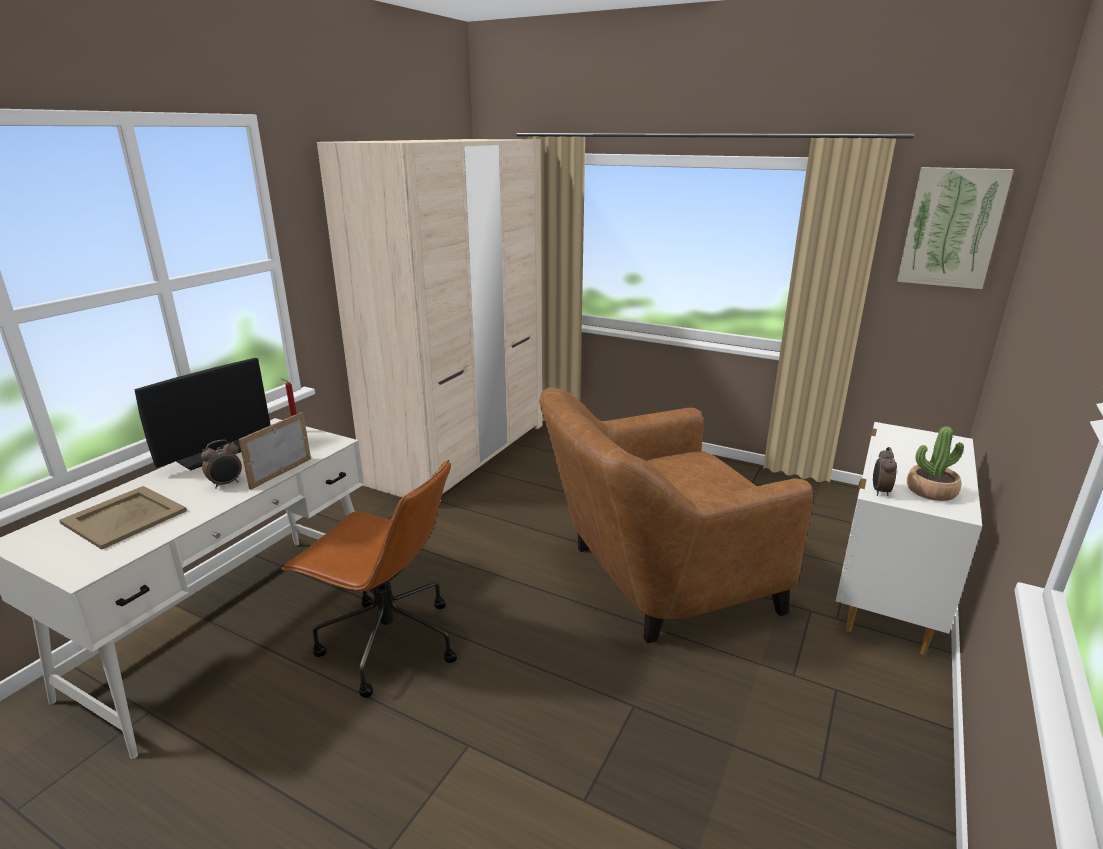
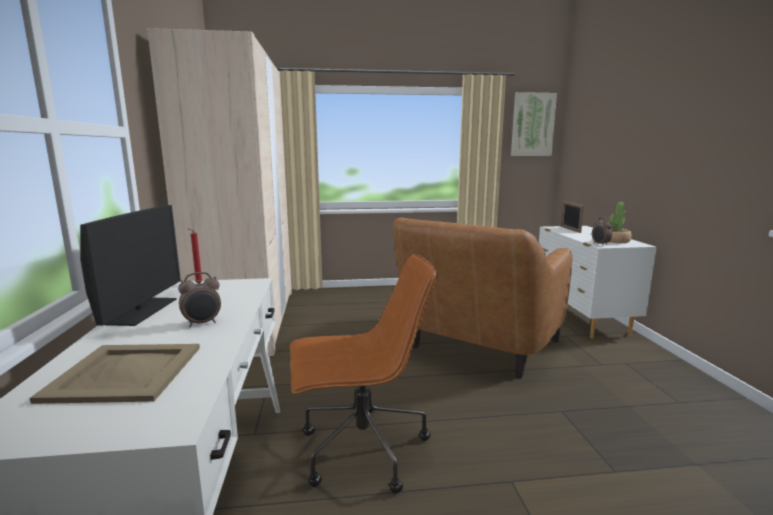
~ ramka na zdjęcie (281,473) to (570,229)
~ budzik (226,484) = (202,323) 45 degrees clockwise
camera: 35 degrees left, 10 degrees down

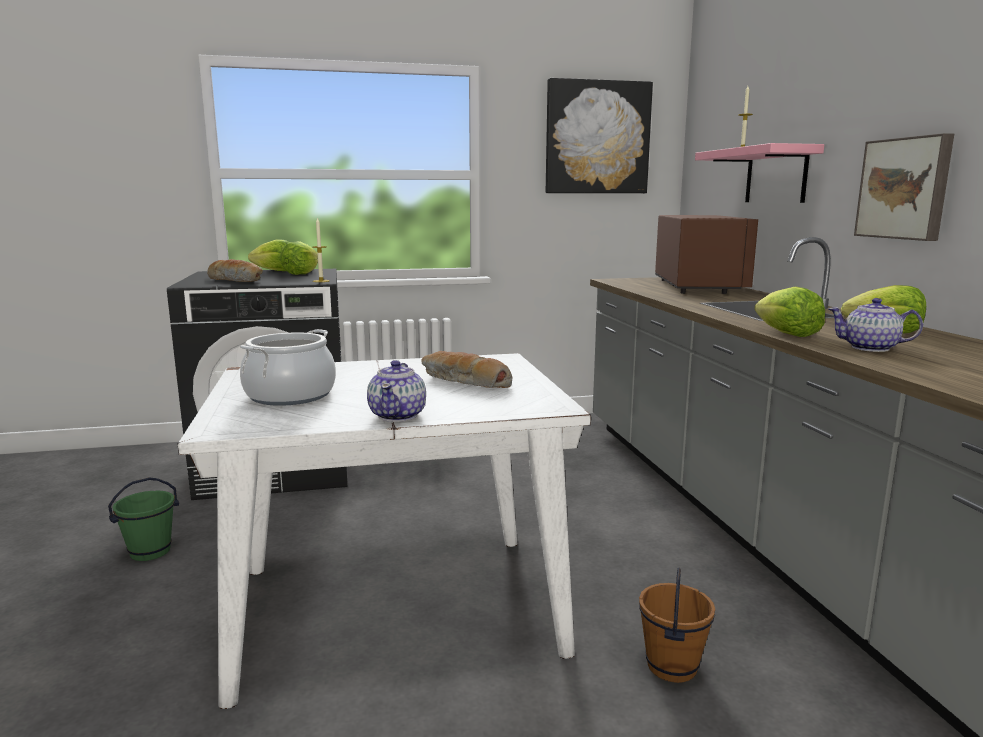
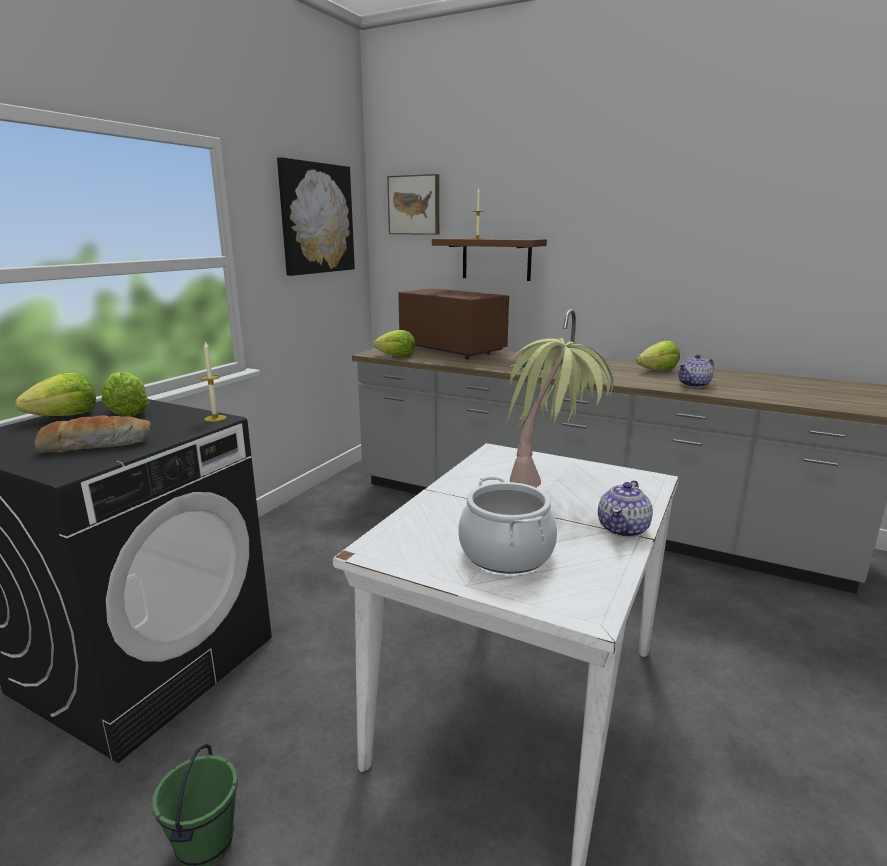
~ obraz (905,188) to (415,205)
~ półka (różowy) (776,176) to półka (brązowy) (496,259)
~ sałata (786,334) to (396,356)
~ chleb (464,382) to roślina doniczkowa (551,482)
~ imbryk (398,415) = (623,529) 75 degrees clockwise
- wiadro (brązowy) (673,667)
camera: 50 degrees left, 5 degrees up

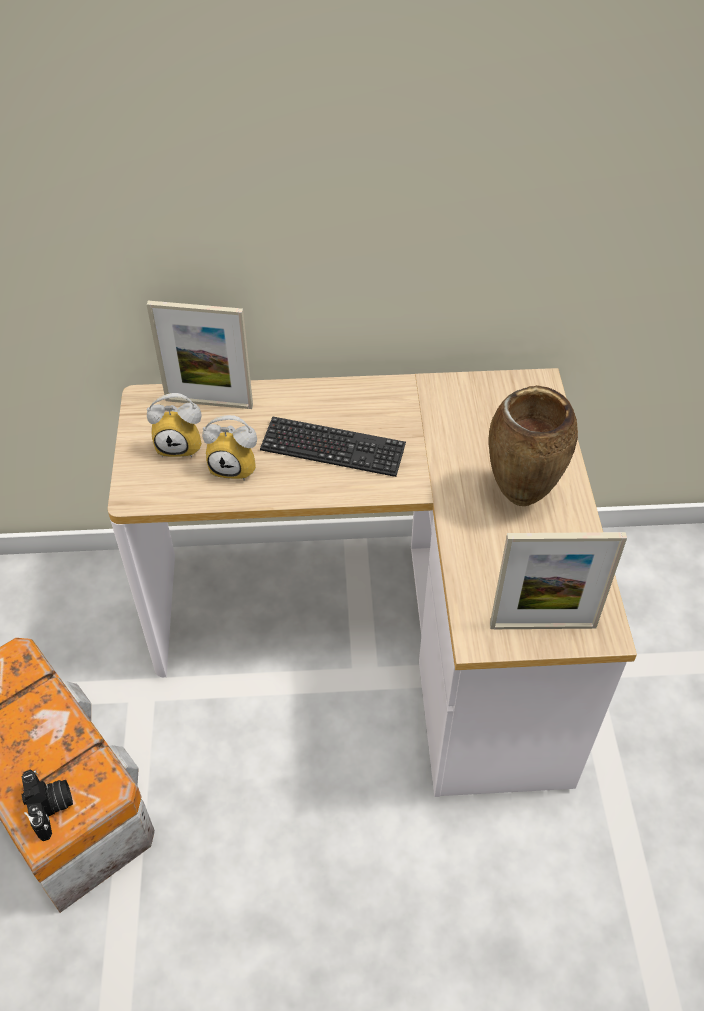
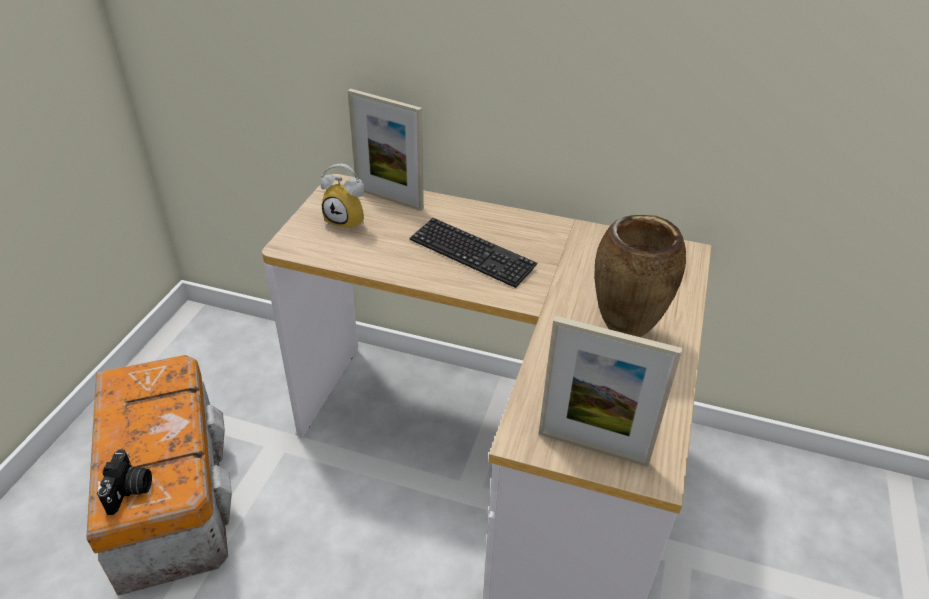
- budzik (236,466)
camera: 20 degrees right, 10 degrees down

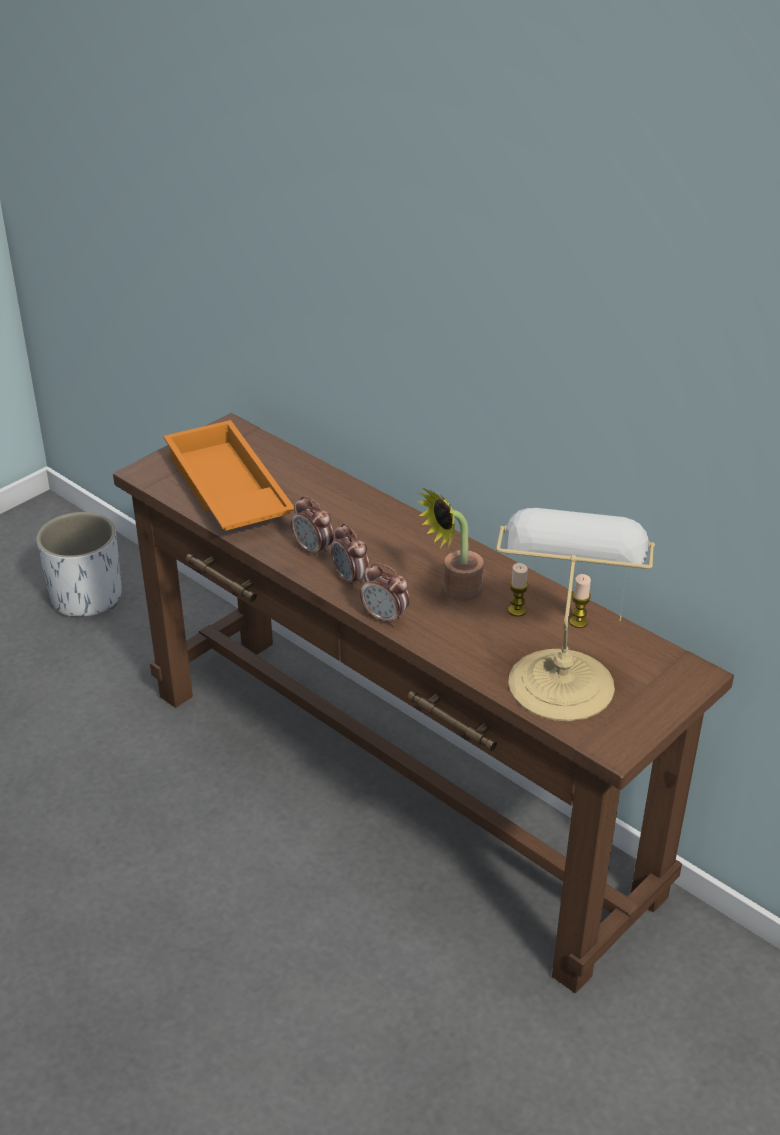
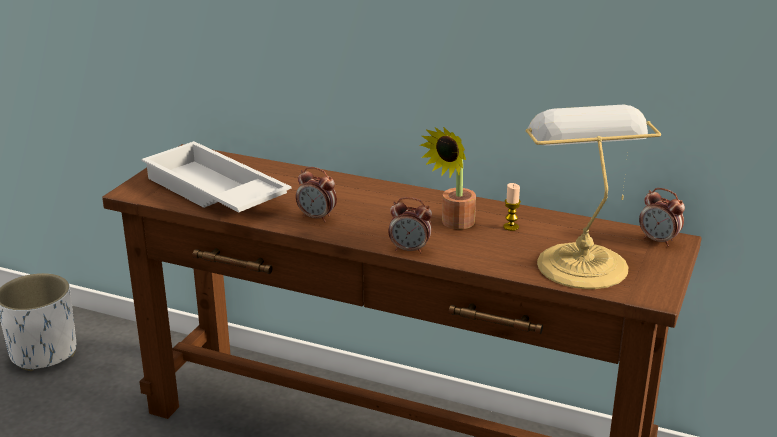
~ taca (pomarańczowy) (225,490) to taca (biały) (212,192)
~ budzik (350,579) to (658,241)
- świeca (578,622)
camera: 20 degrees left, 10 degrees down

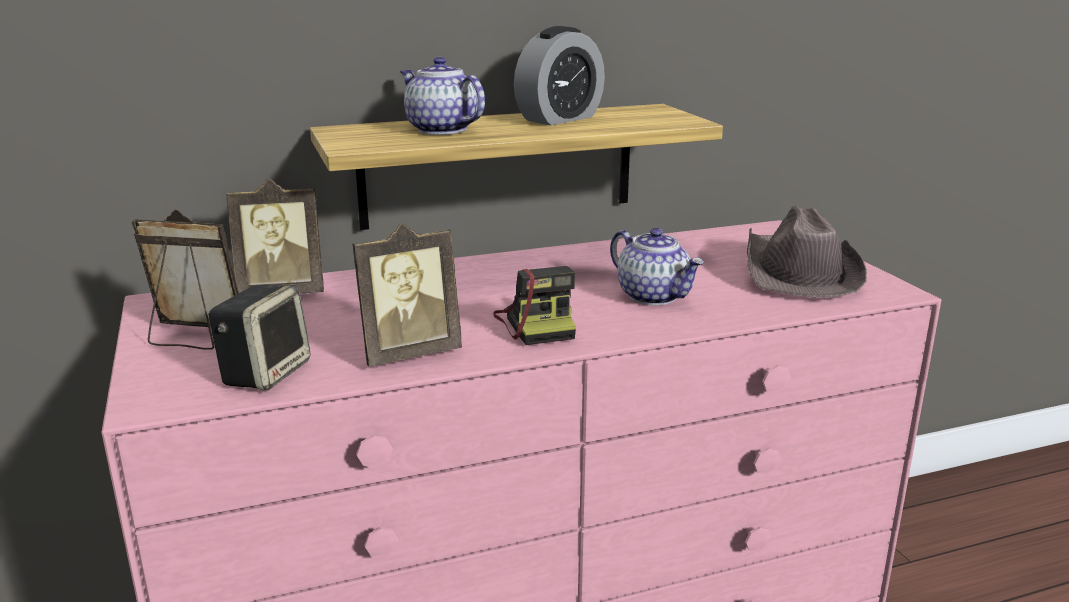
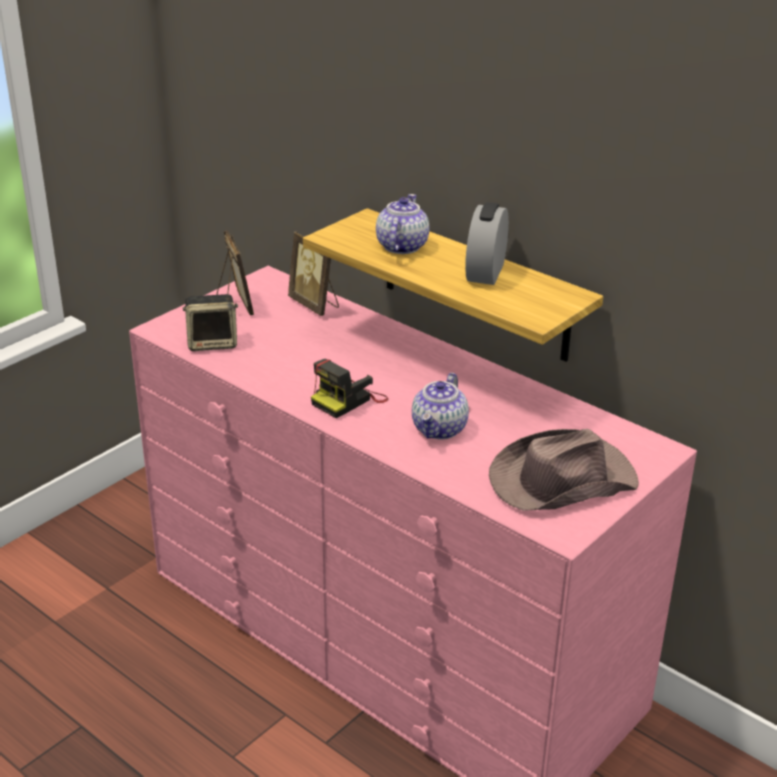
~ budzik (559,119) = (485,272) 90 degrees clockwise
- ramka na zdjęcie (408,353)
camera: 60 degrees right, 10 degrees up

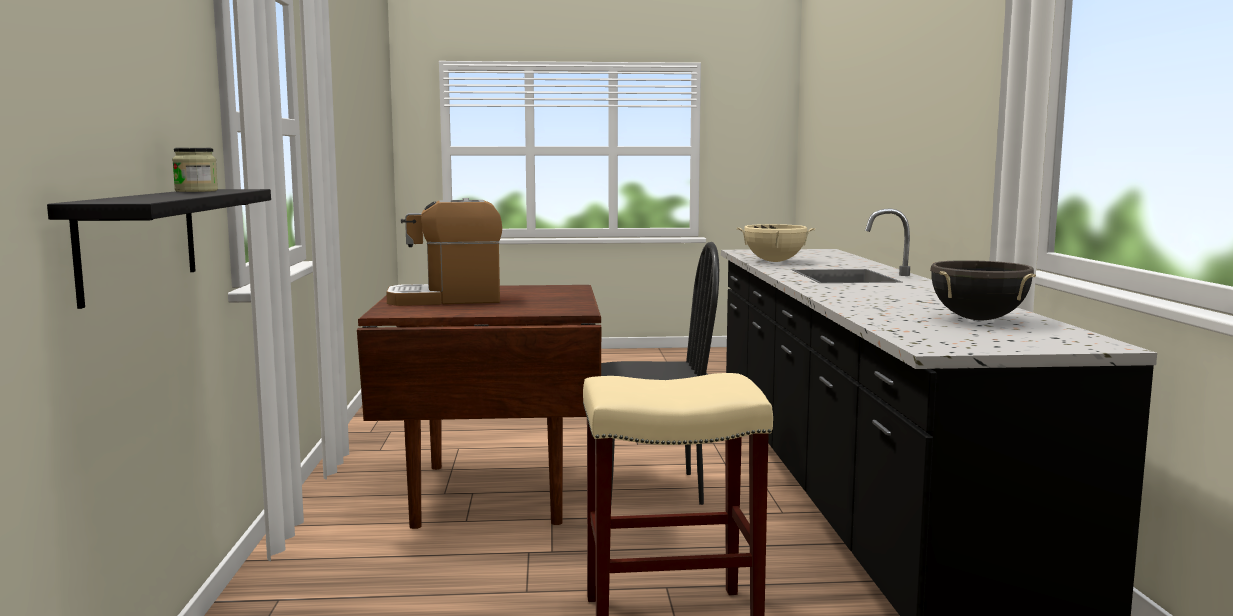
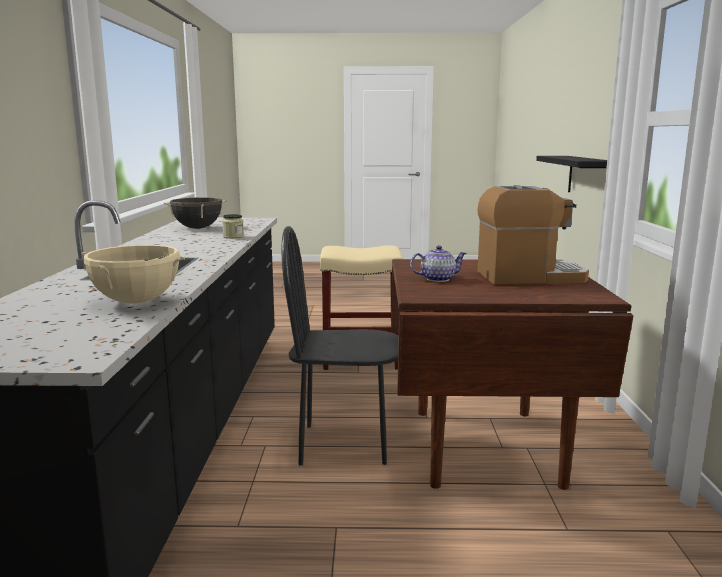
~ słoik (196,191) to (233,237)
+ imbryk (437,279)
camera: 175 degrees left, 5 degrees up

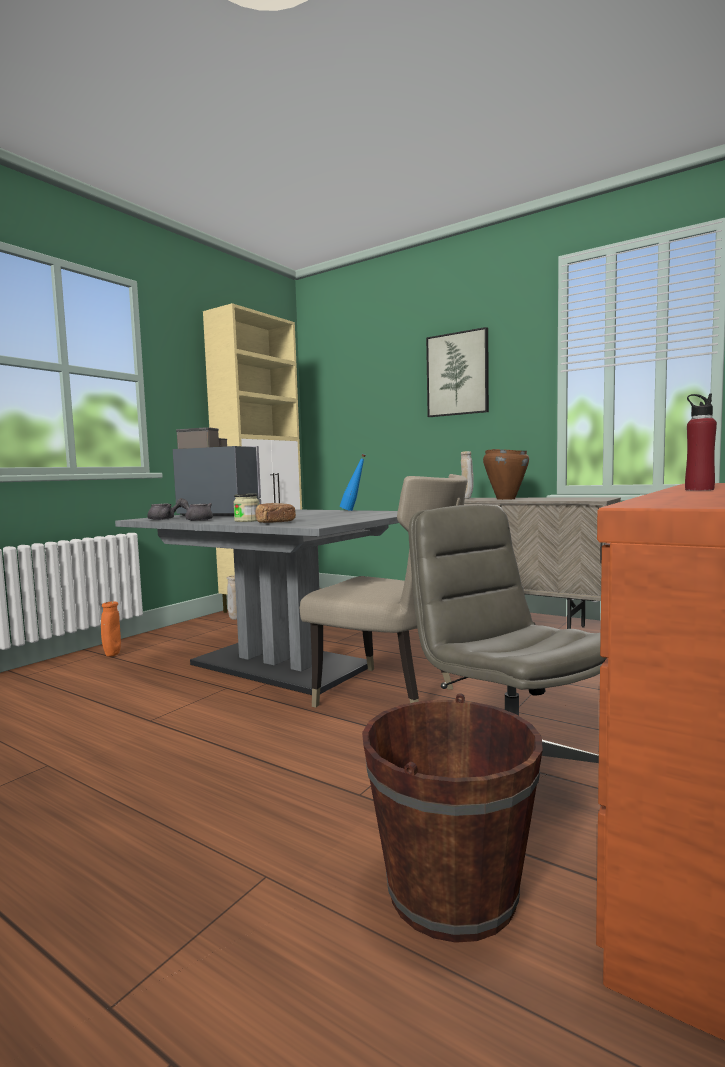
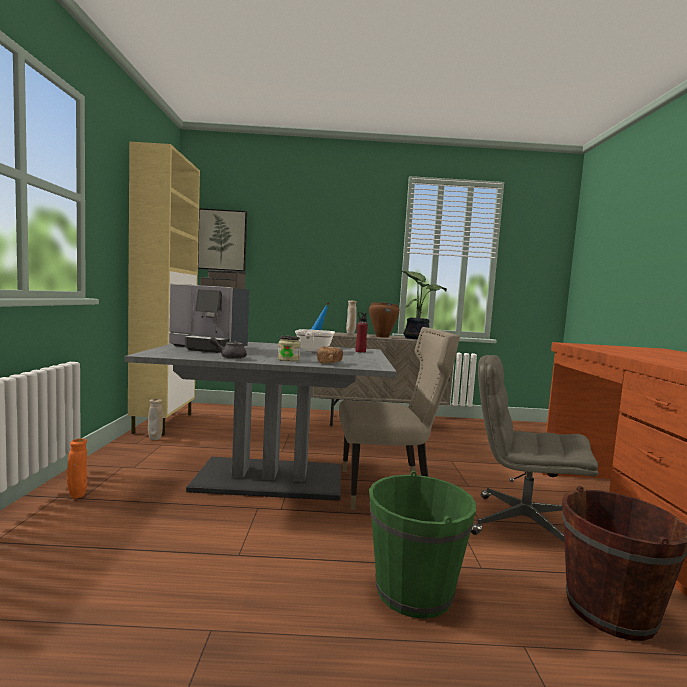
~ obraz (458,374) to (222,240)
~ butelka (czerwony) (699,489) to (360,351)
~ ekspres do kawy (219,514) = (209,348) 150 degrees counterclockwise
- imbryk (szary) (165,519)
+ roślina doniczkowa (417,338)
+ patelnia (313,350)
+ wiadro (zielony) (413,590)
camera: 35 degrees left, 0 degrees up

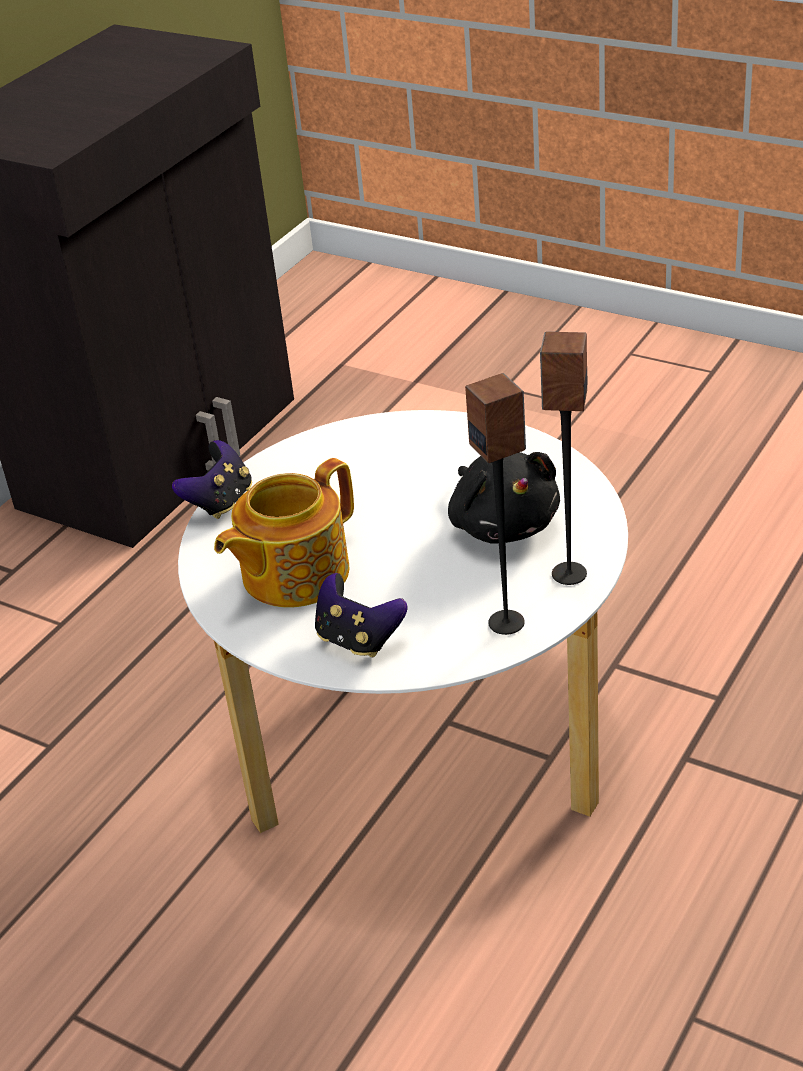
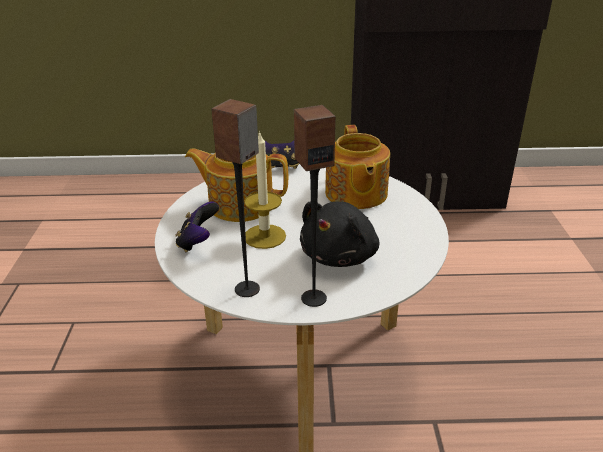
+ imbryk (355,194)
+ świeca (265,236)
camera: 55 degrees right, 5 degrees down

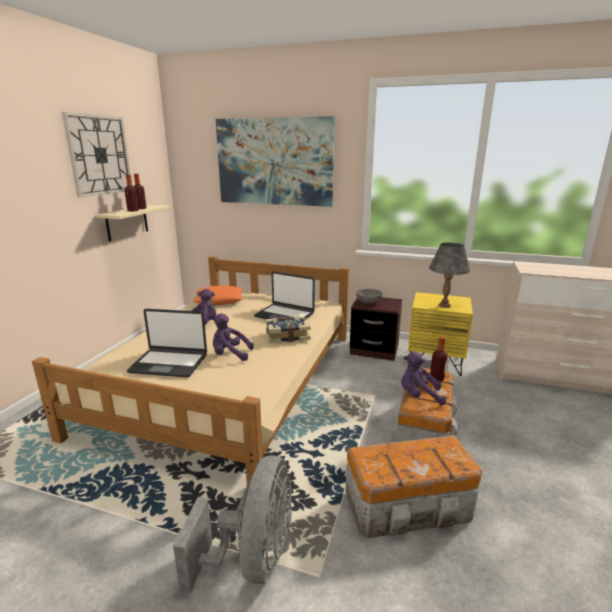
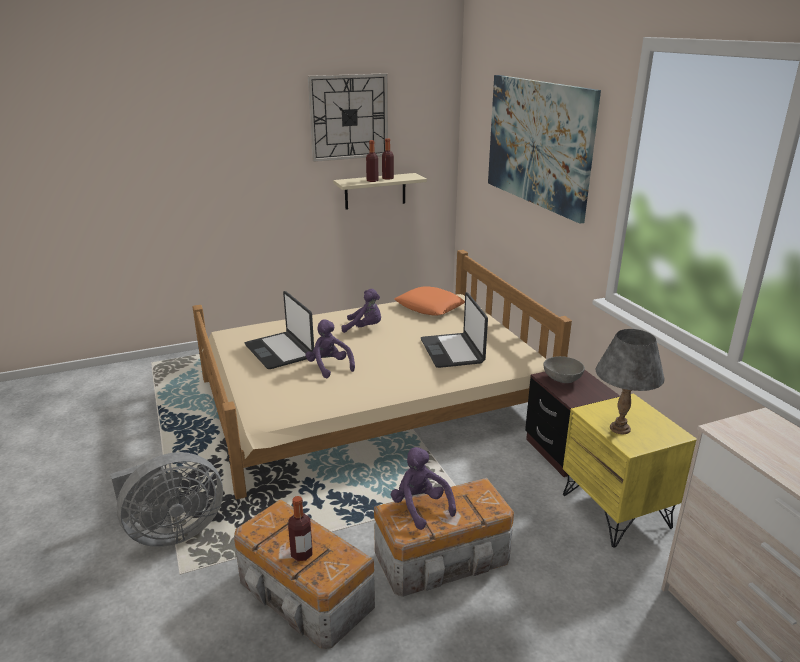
- książka (287,336)
~ butelka (437,378) to (302,554)
camera: 50 degrees right, 5 degrees up

